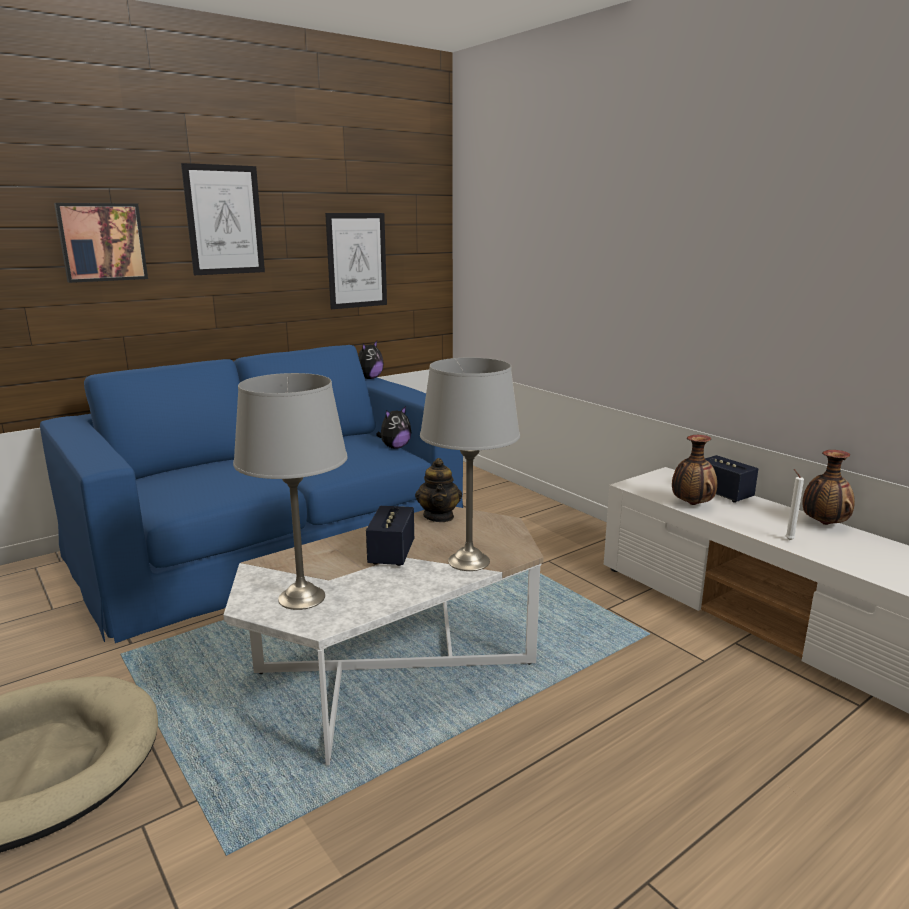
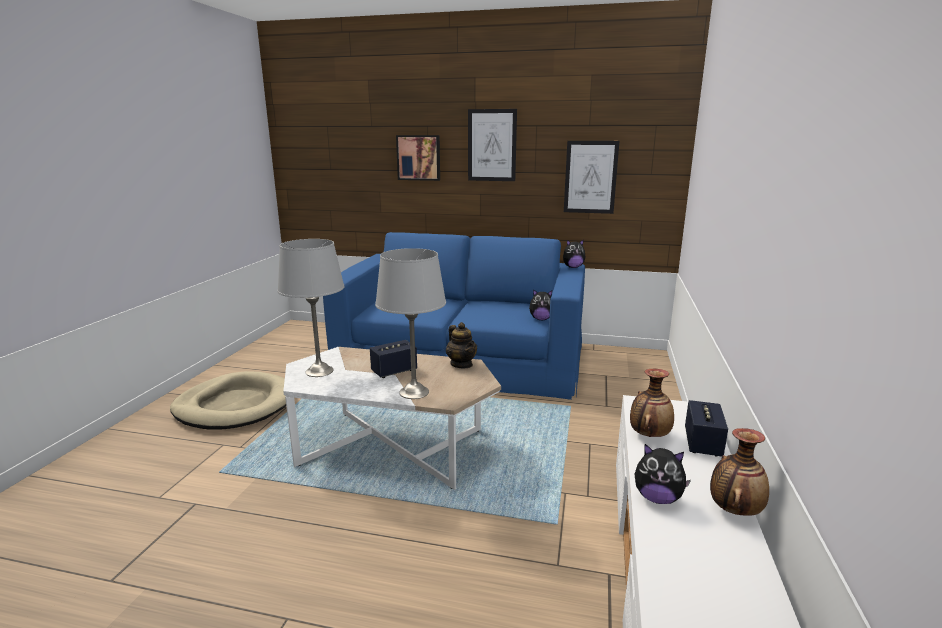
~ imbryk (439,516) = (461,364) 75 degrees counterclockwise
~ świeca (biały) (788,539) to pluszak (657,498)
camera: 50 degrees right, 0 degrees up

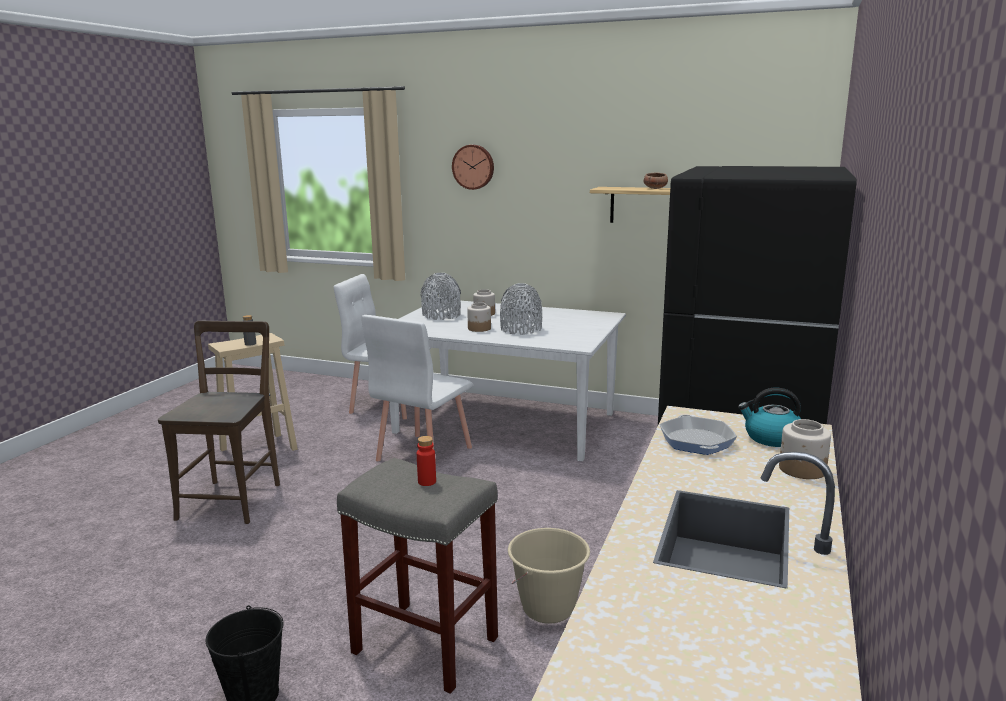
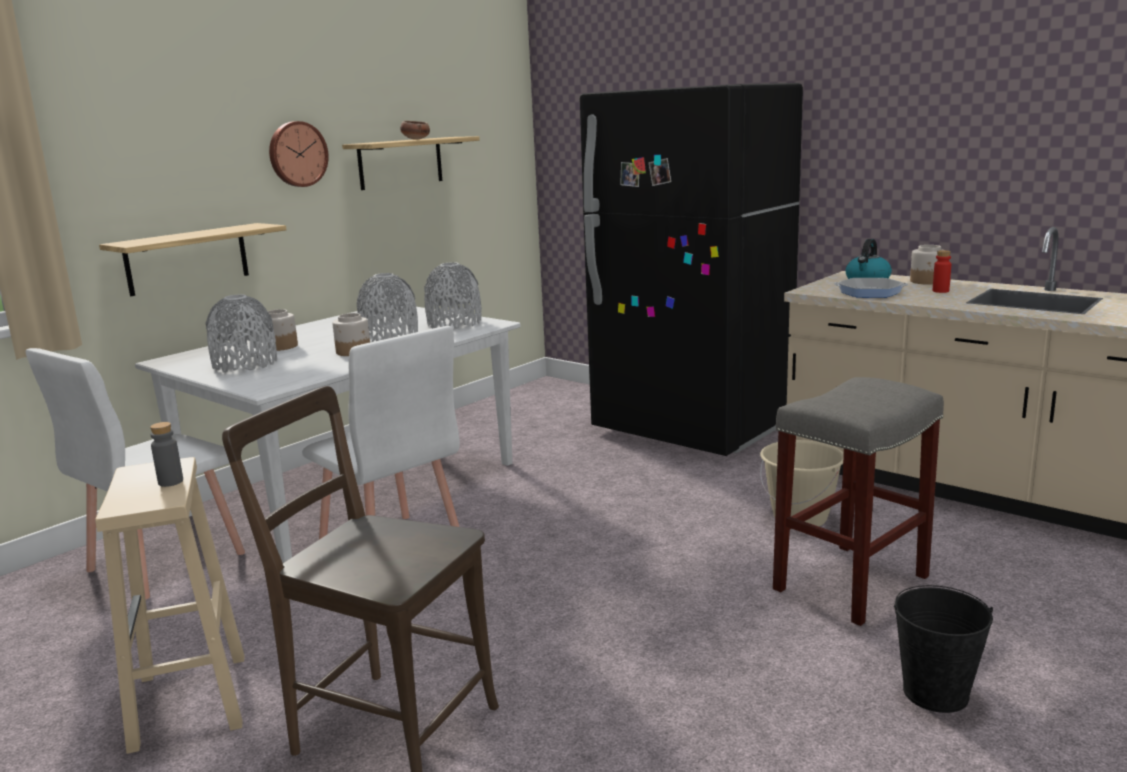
~ zegar ścienny (473,167) to (297,154)
~ butelka (czerwony) (427,482) to (940,291)
+ półka (187,259)
+ wazon (szary) (454,323)
camera: 70 degrees left, 0 degrees up

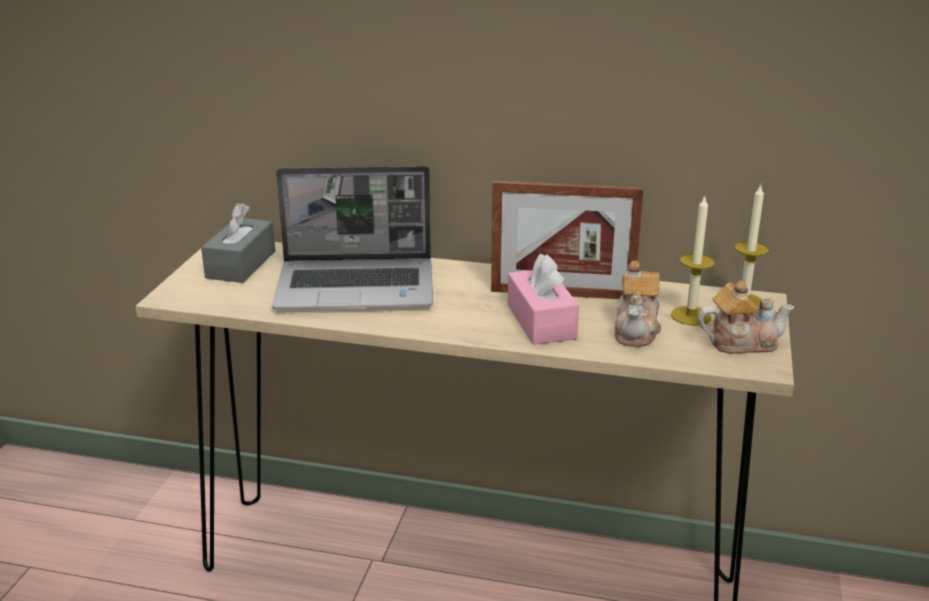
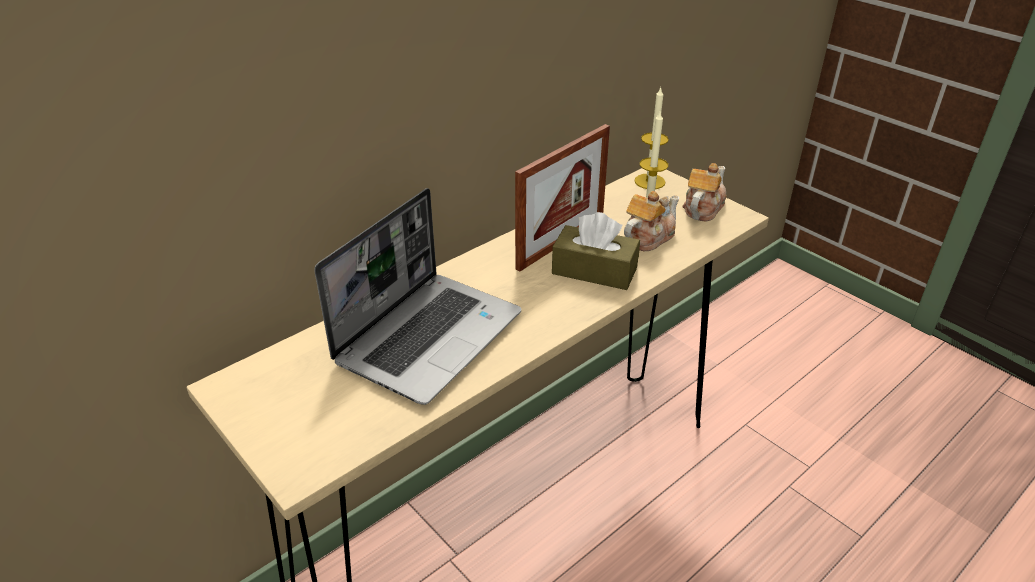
- pudełko chusteczek (szary) (241,264)
~ pudełko chusteczek (różowy) (541,321) to pudełko chusteczek (brązowy) (594,271)
~ imbryk (636,330) = (648,238) 90 degrees counterclockwise
camera: 55 degrees left, 10 degrees up

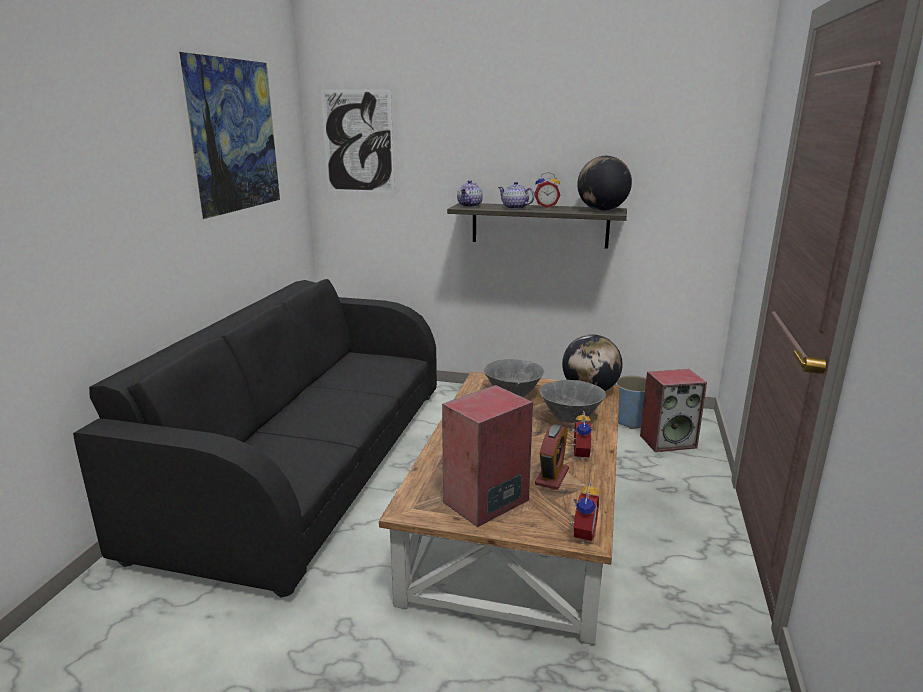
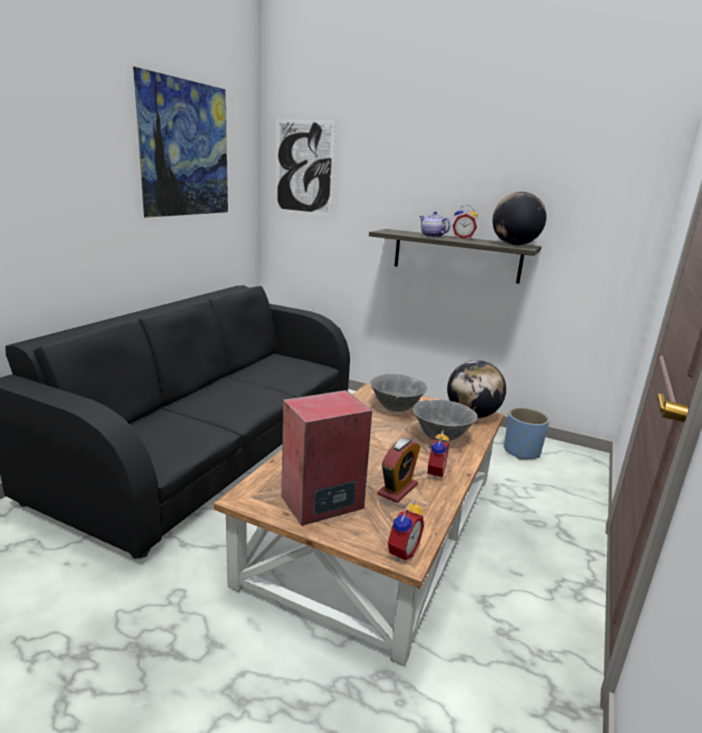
- imbryk (470,206)
- głośnik (668,441)
camera: 10 degrees right, 0 degrees up

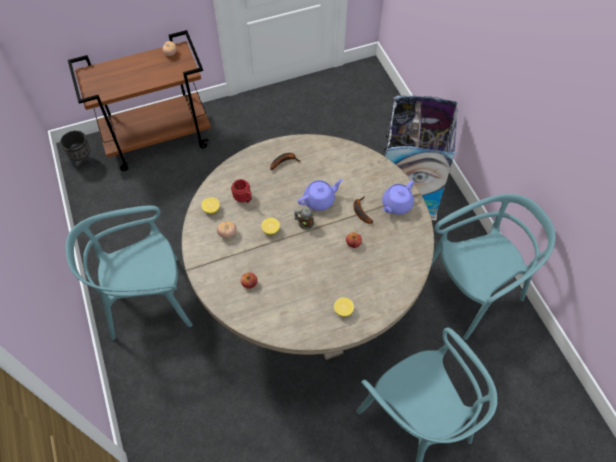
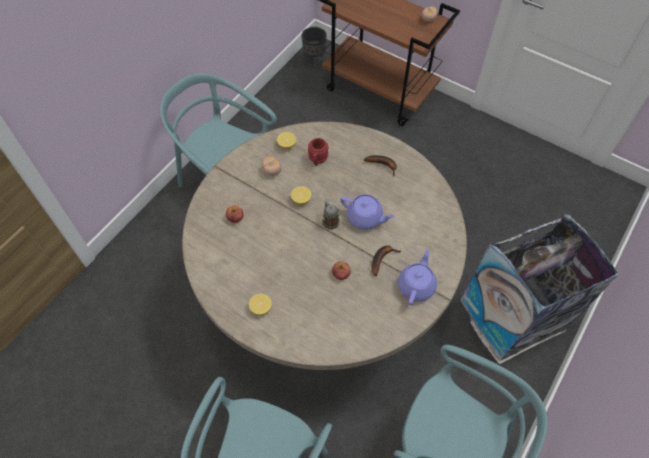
~ imbryk (fioletowy) (396,205) = (416,285) 105 degrees clockwise
camera: 55 degrees right, 0 degrees up

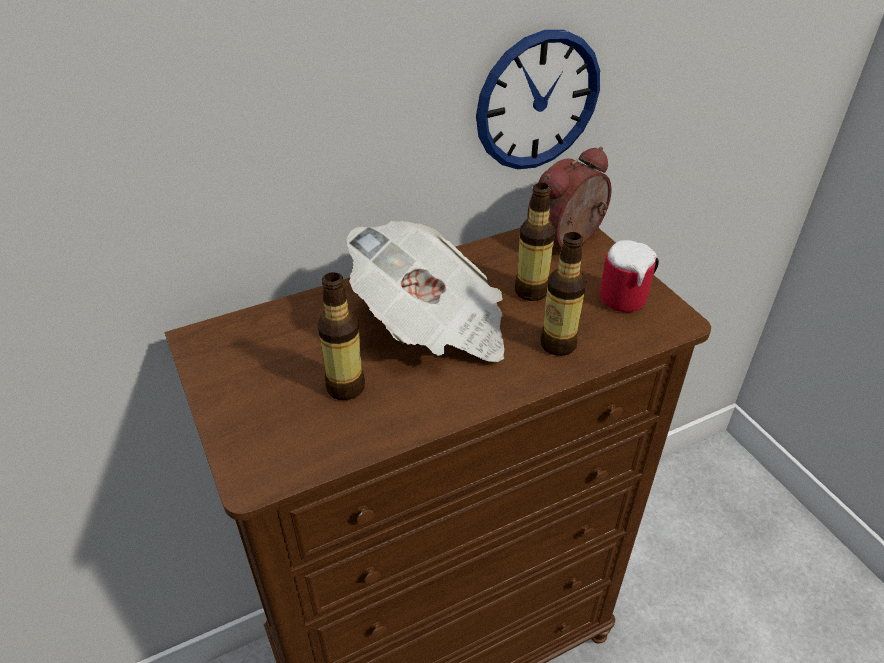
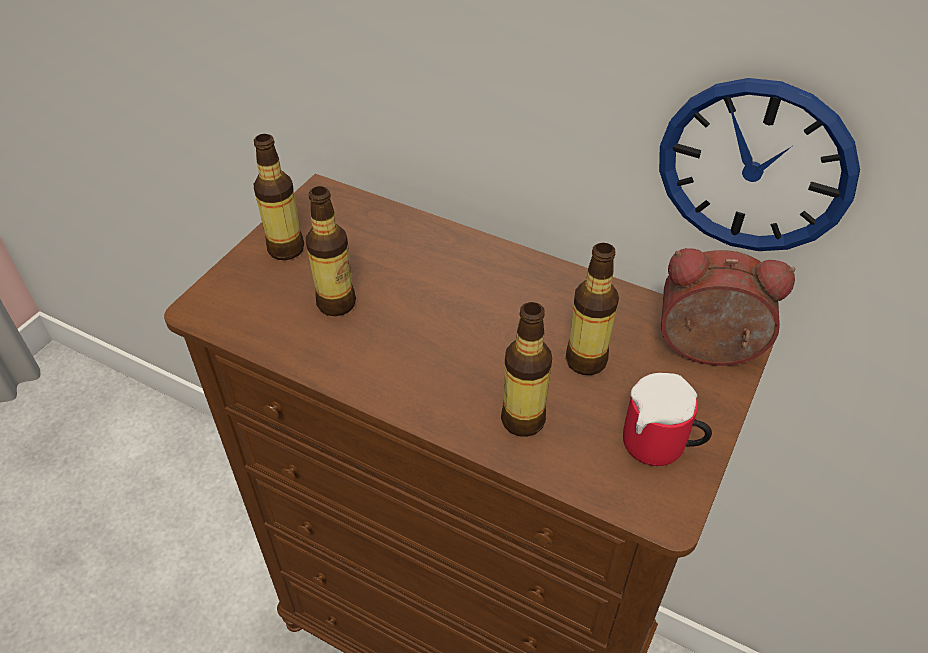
- gazeta (433,325)
+ butelka (286,249)
camera: 55 degrees right, 5 degrees up

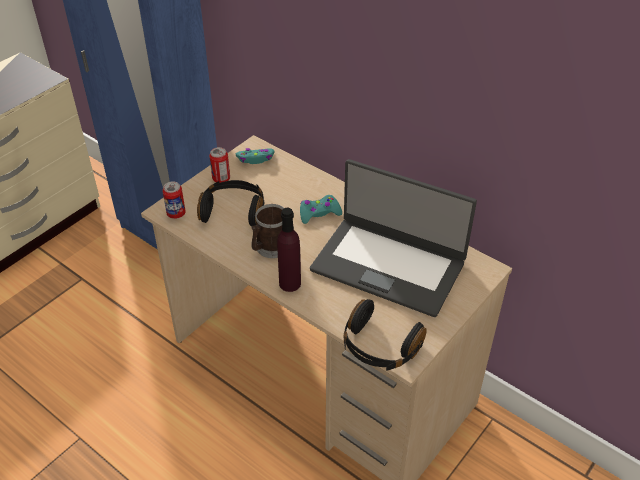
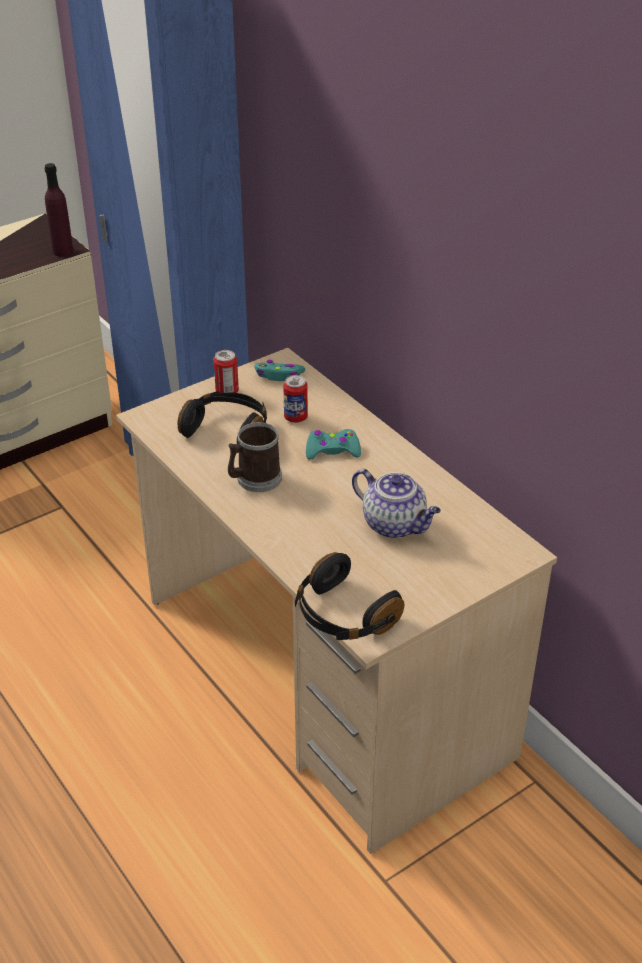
~ laptop (388,265) to imbryk (395,525)
~ puszka (176,214) to (295,417)
~ butelka (fioletowy) (290,283) to (63,251)
camera: 15 degrees right, 5 degrees down

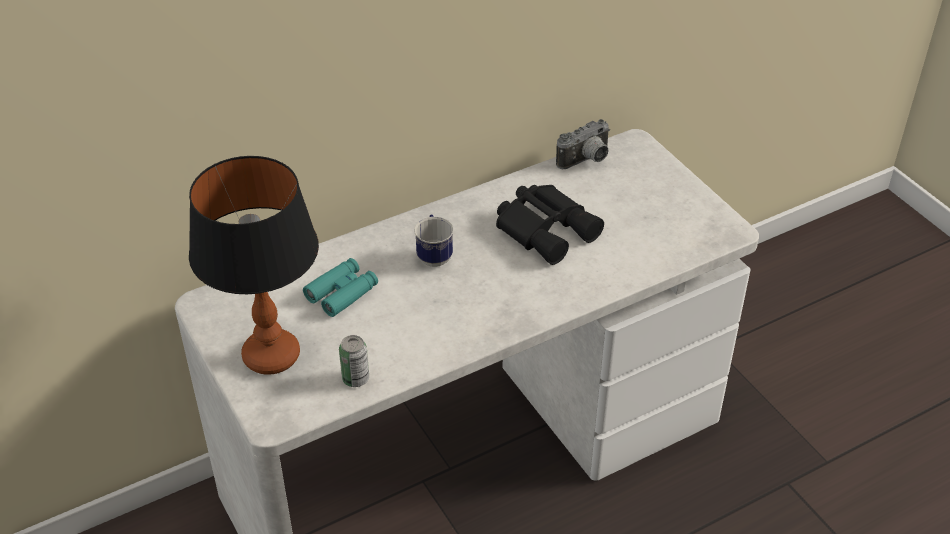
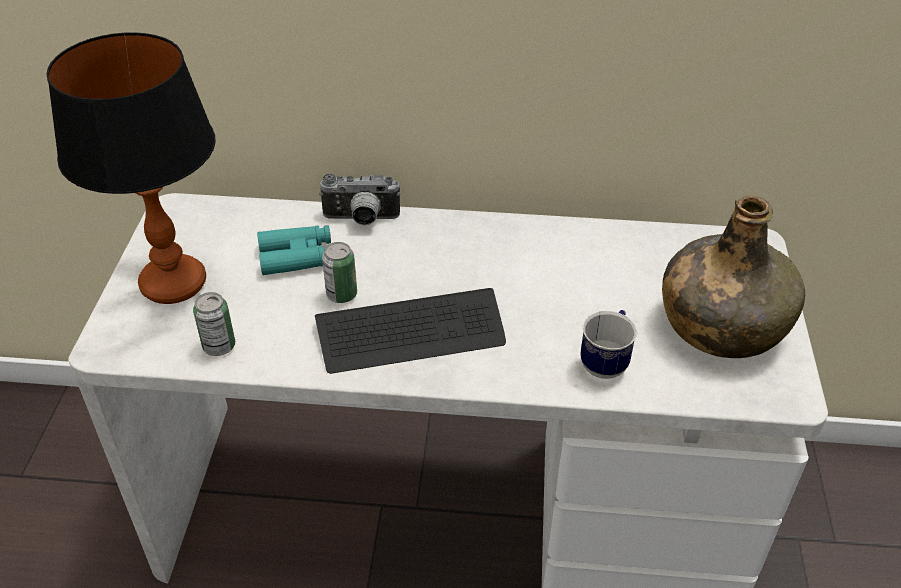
~ aparat fotograficzny (586,161) to (361,220)
- lornetka (czarny) (546,228)
~ kubek (434,255) to (606,362)
+ butelka (zielony) (721,325)
+ puszka (342,294)
+ klawiatura (411,333)
camera: 35 degrees right, 0 degrees up

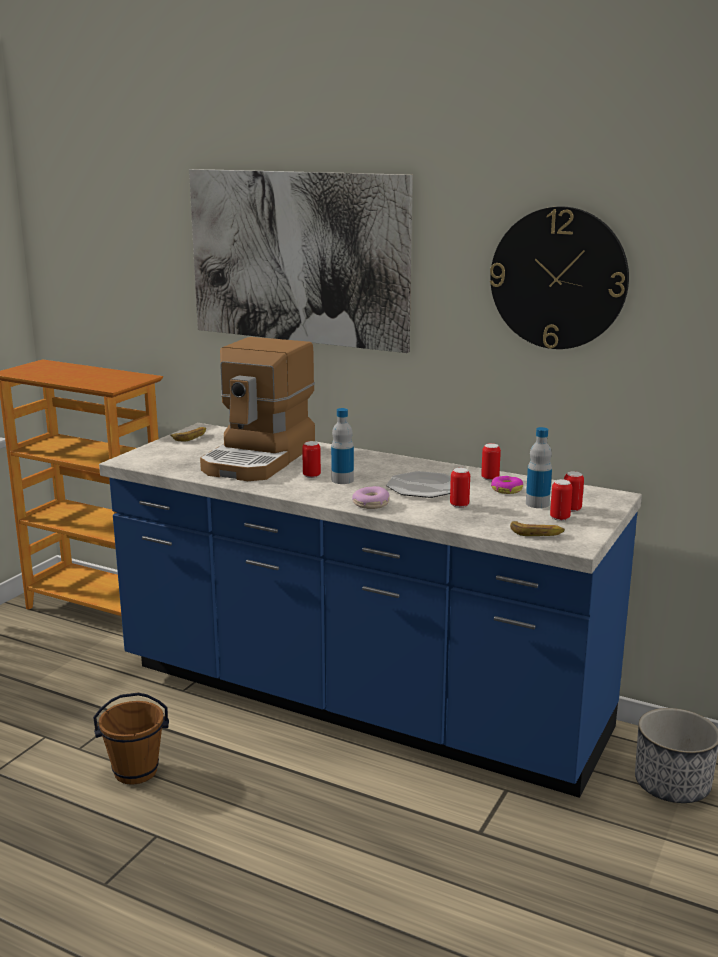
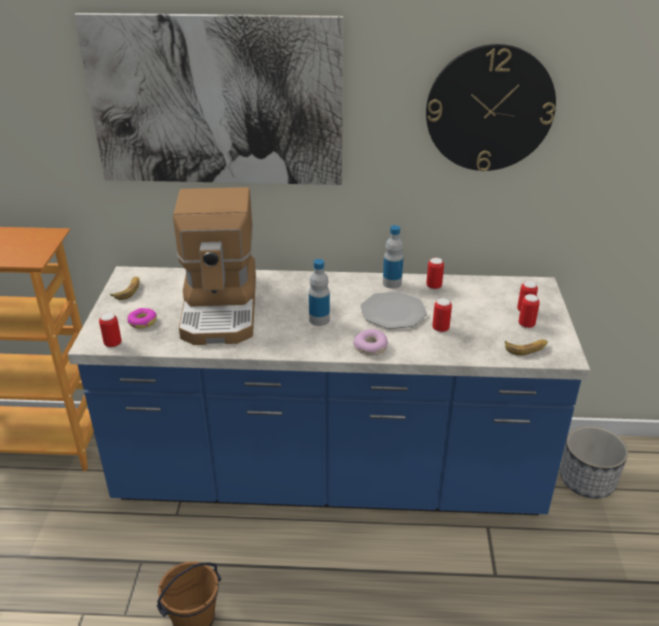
~ butelka (537,504) to (392,283)
~ puszka (311,476) to (113,344)
~ donut (506,490) to (142,322)
camera: 25 degrees left, 15 degrees up

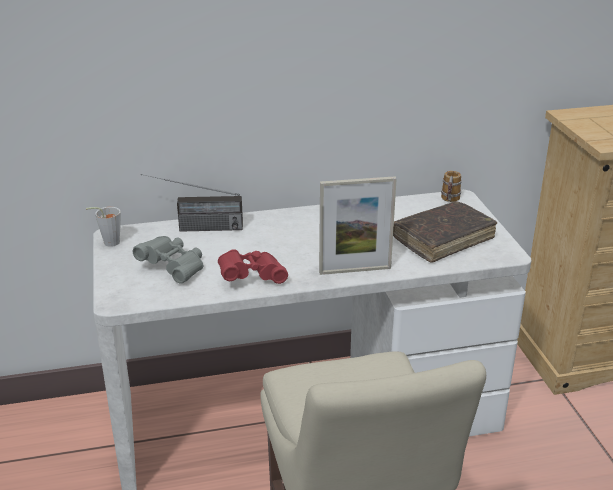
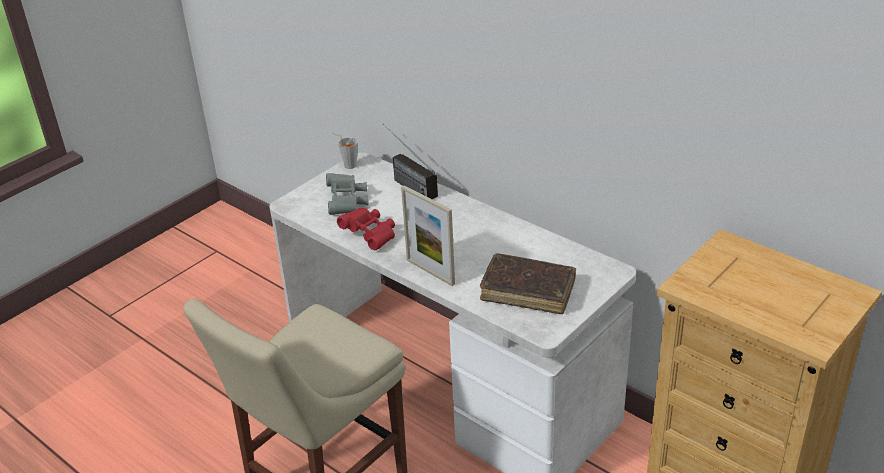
- kubek (449,201)
camera: 55 degrees right, 5 degrees up

